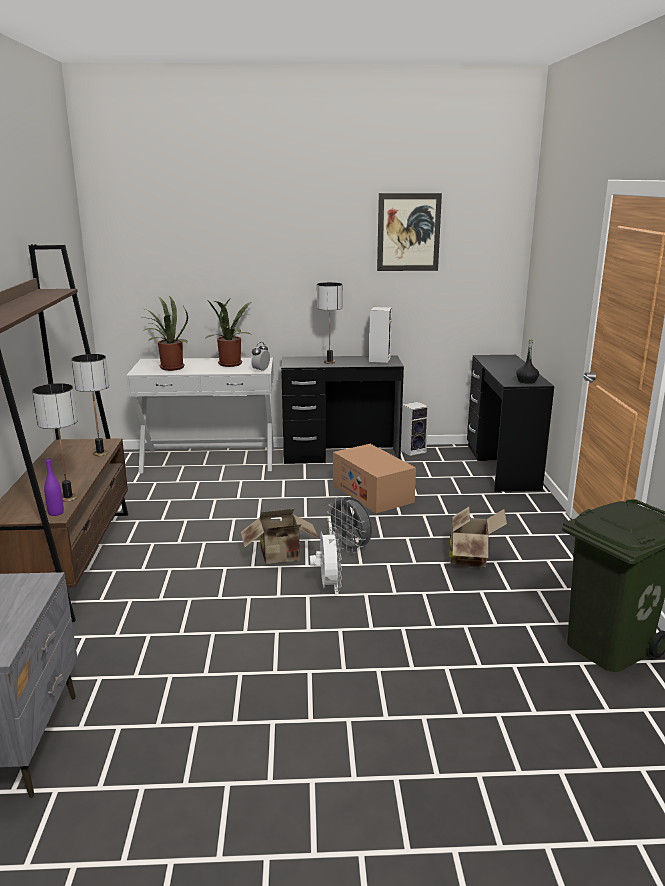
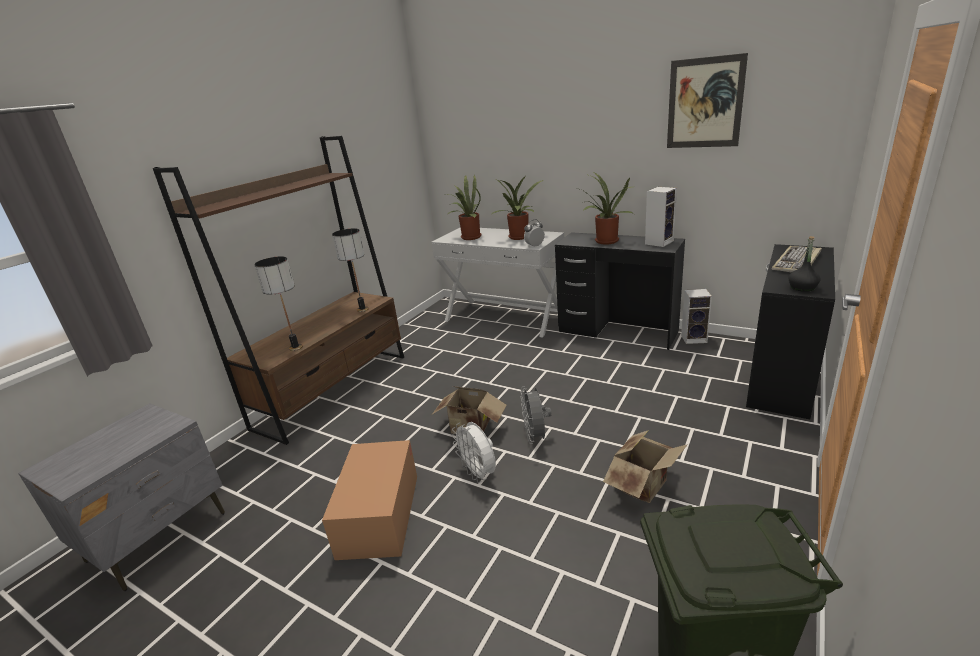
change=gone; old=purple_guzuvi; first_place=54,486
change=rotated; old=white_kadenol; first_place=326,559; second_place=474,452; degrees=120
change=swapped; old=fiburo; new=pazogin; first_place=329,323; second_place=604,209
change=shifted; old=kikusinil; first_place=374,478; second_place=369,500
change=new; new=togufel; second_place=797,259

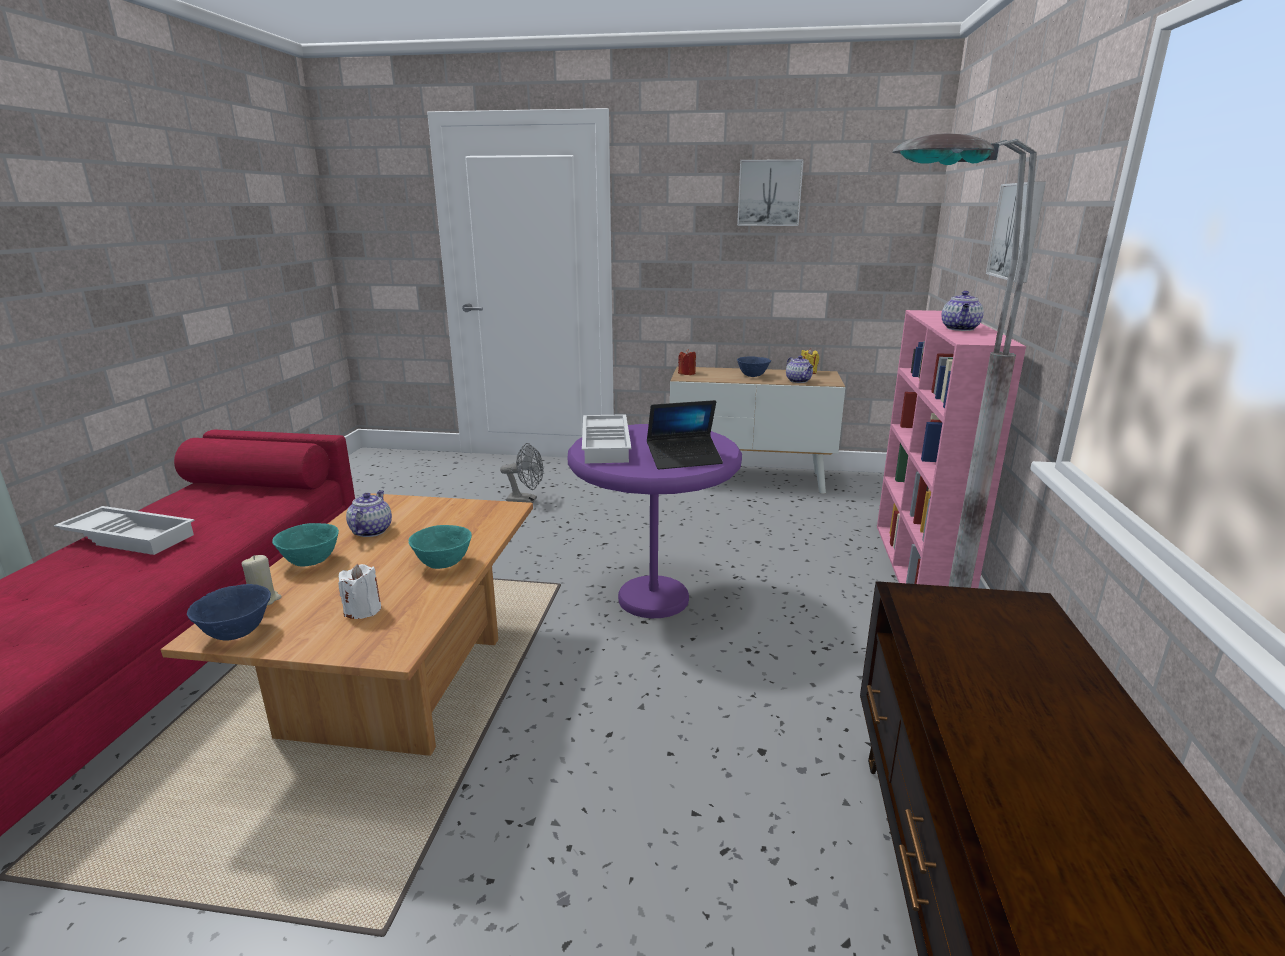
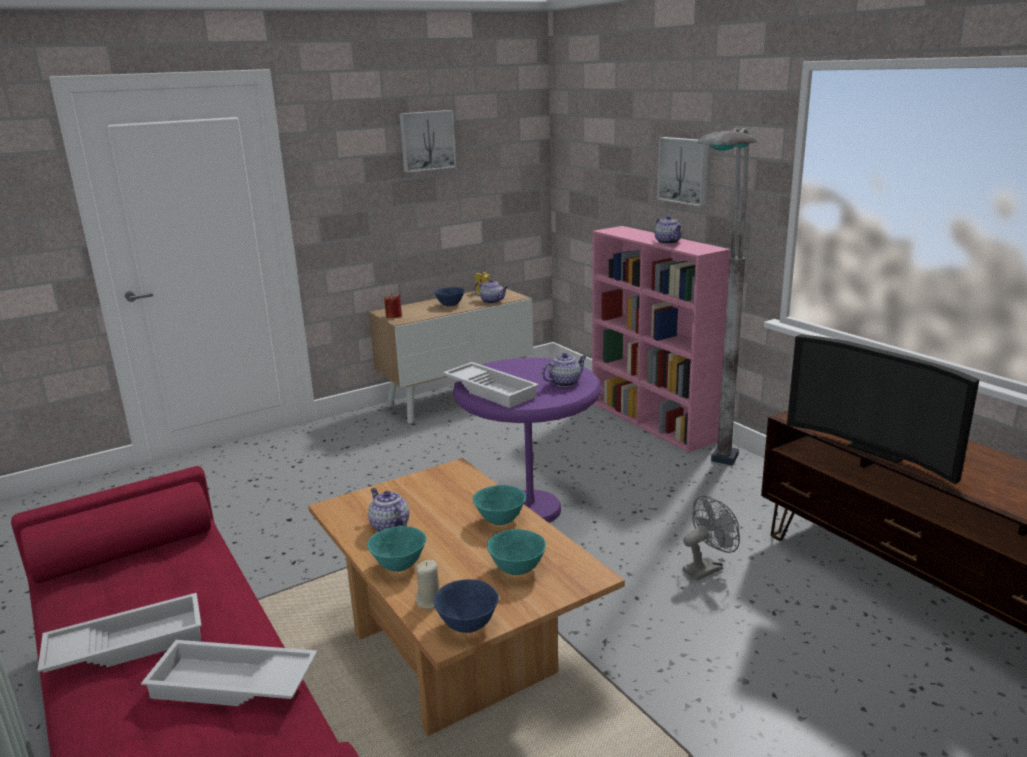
change=swapped; old=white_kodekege; new=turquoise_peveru; first_place=359,591; second_place=516,552
change=shifted; old=grey_kadenol; first_place=521,473; second_place=711,538
change=swapped; old=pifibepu; new=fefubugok; first_place=685,435; second_place=564,370
change=new; new=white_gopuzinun; second_place=229,673
change=new; new=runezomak; second_place=883,409

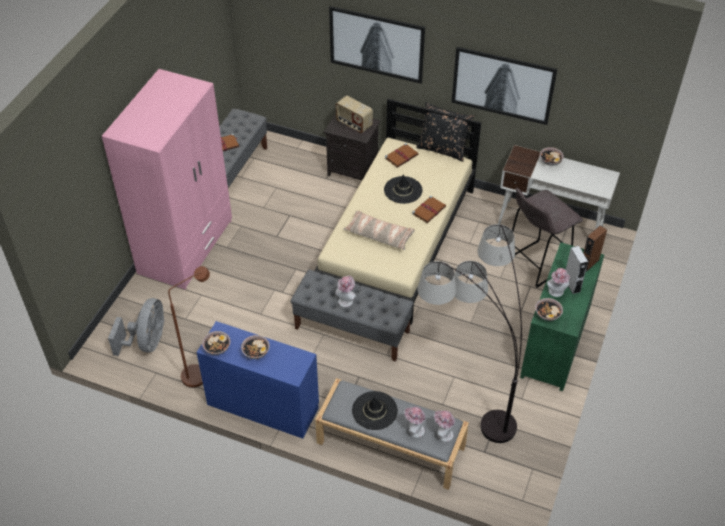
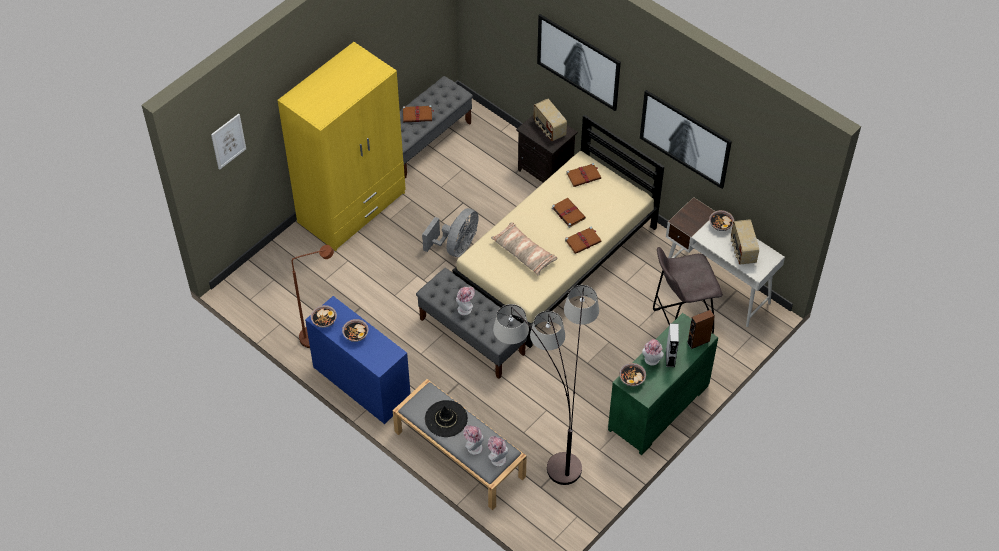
change=repainted; old=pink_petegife; new=yellow_petegife; first_place=167,179; second_place=341,146
change=shifted; old=grey_kadenol; first_place=136,327; second_place=450,232
change=swapped; old=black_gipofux; new=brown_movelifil; first_place=403,189; second_place=569,213
change=gone; old=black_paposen; first_place=445,132
change=new; new=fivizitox; second_place=228,142
change=new; new=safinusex; second_place=745,242

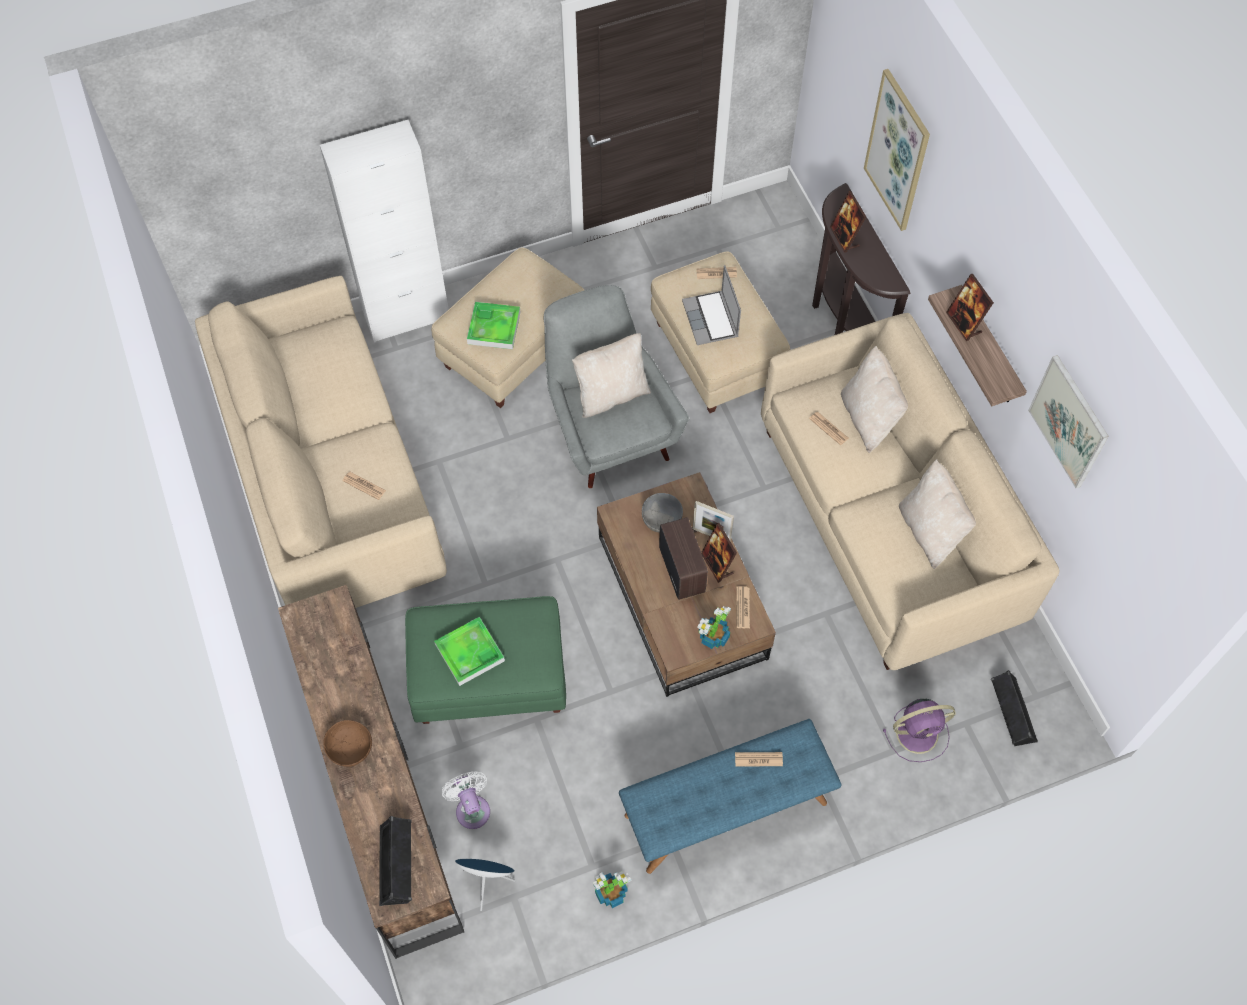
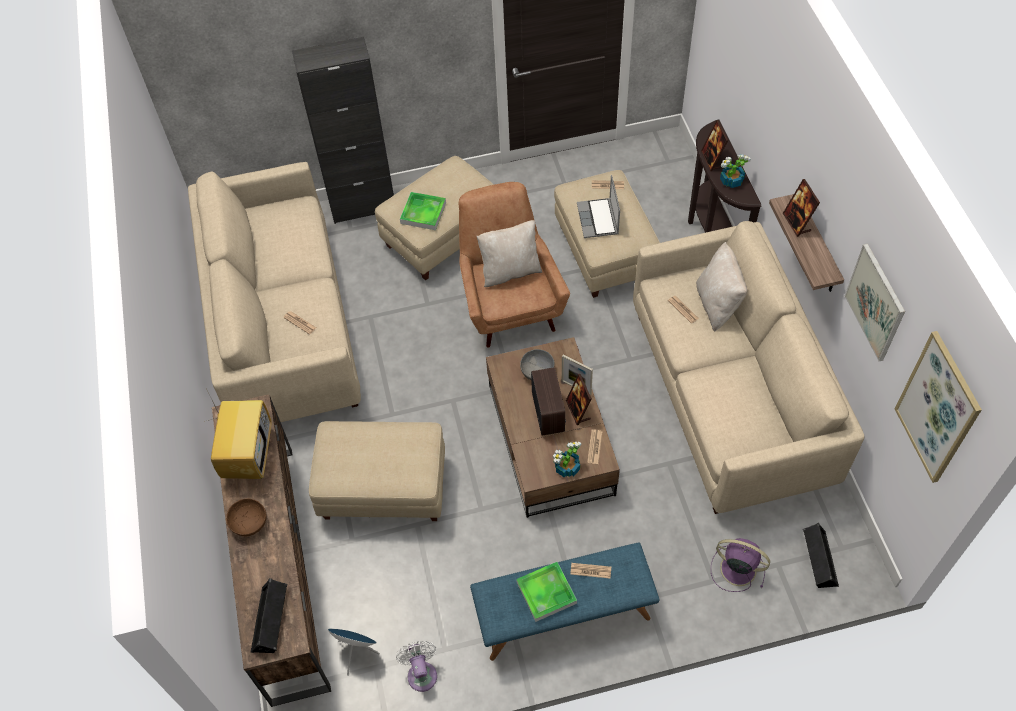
change=repainted; old=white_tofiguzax; new=black_tofiguzax; first_place=384,231; second_place=343,130
change=repainted; old=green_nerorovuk; new=beige_nerorovuk; first_place=485,660; second_place=377,471
change=shifted; old=gopuzinun; first_place=469,651; second_place=546,592
change=shifted; old=white_kadenol; first_place=466,800; second_place=416,666
change=repainted; old=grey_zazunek; new=brown_zazunek; first_place=616,386; second_place=514,265
change=shifted; old=pazogin; first_place=612,889; second_place=735,171
change=shifted; old=fivizitox; first_place=897,150; second_place=938,407
change=rotated; old=purple_kadenol; first_place=919,730; second_place=740,565; degrees=-150
change=gone; old=beige_paposen; first_place=937,514
change=new; new=runezomak; second_place=238,435

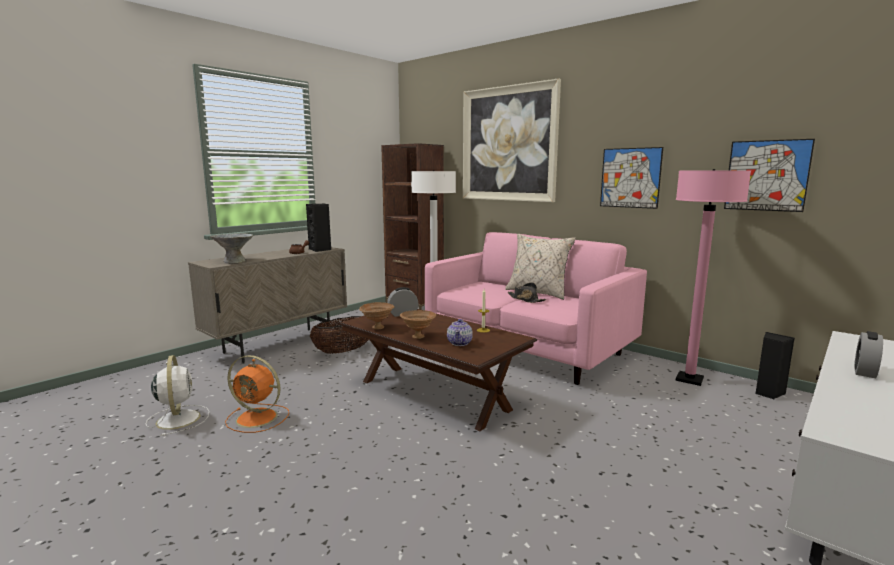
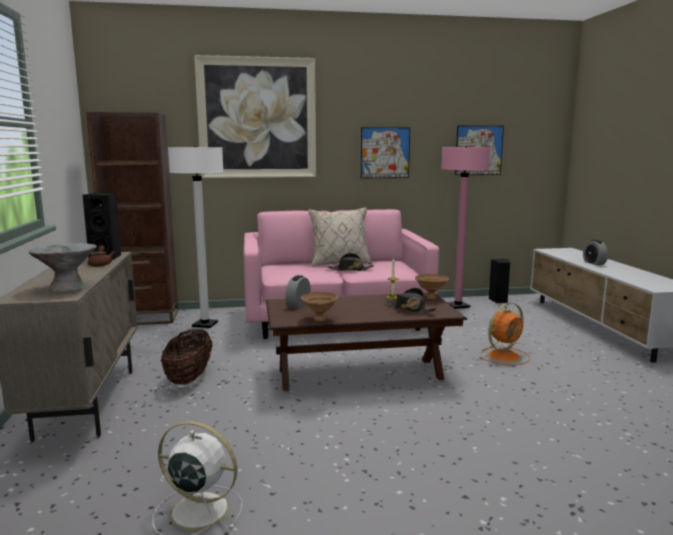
change=shifted; old=orange_kadenol; first_place=257,394; second_place=505,334
change=shifted; old=brown_peveru; first_place=418,324; second_place=432,286
change=swapped; old=fefubugok; new=black_gipofux; first_place=460,332; second_place=411,301

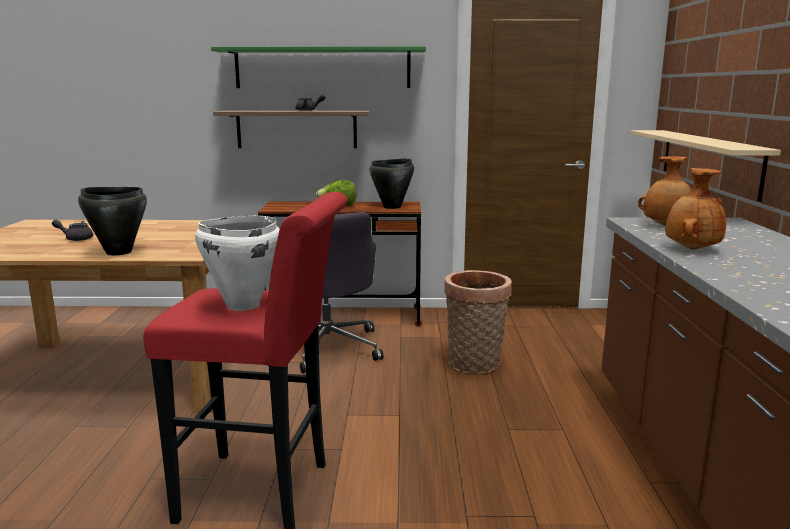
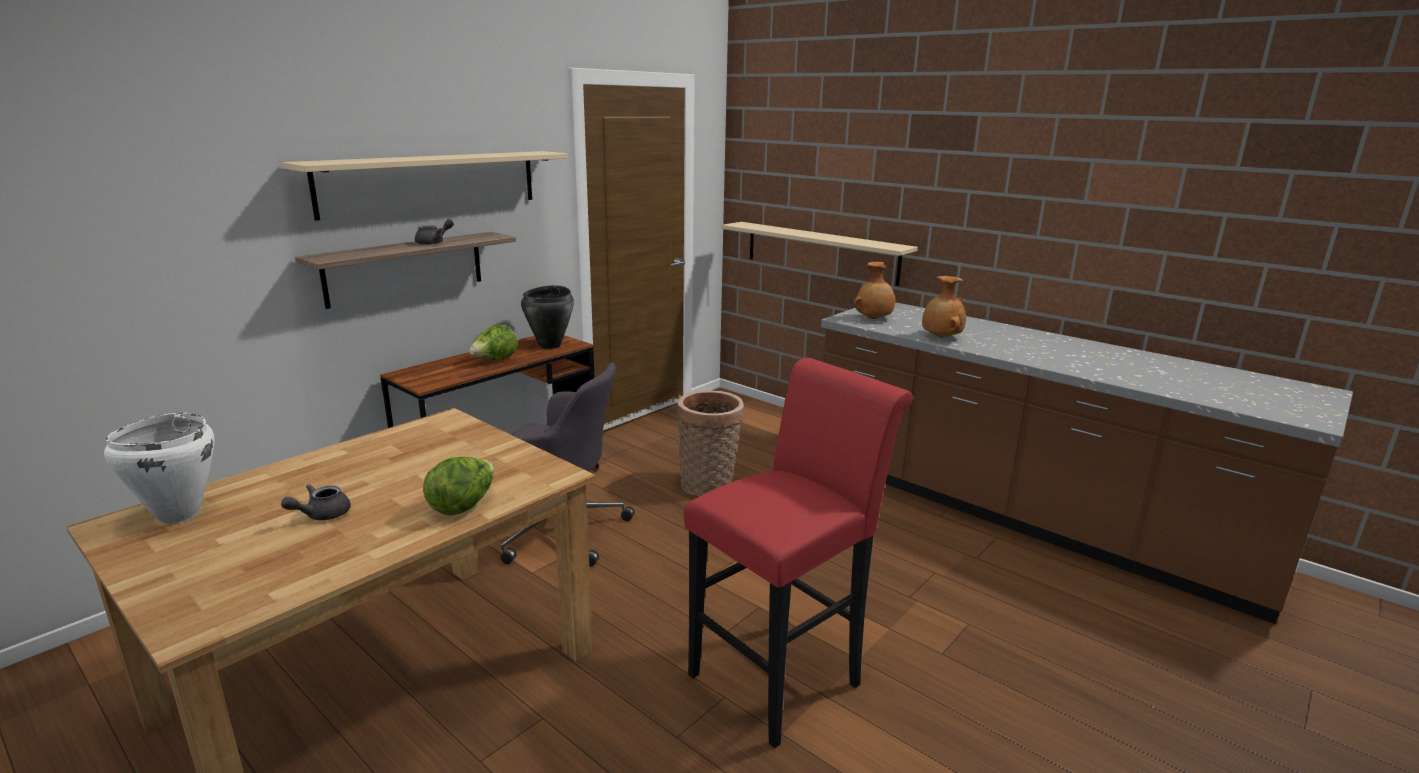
change=swapped; old=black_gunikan; new=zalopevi; first_place=112,221; second_place=458,486
change=shifted; old=white_gunikan; first_place=237,263; second_place=159,468
change=repainted; old=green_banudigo; new=beige_banudigo; first_place=318,67; second_place=425,186

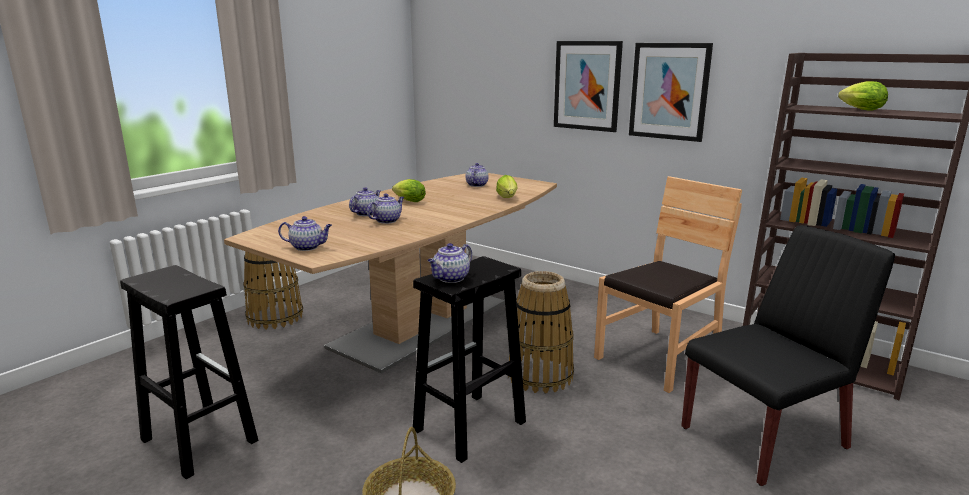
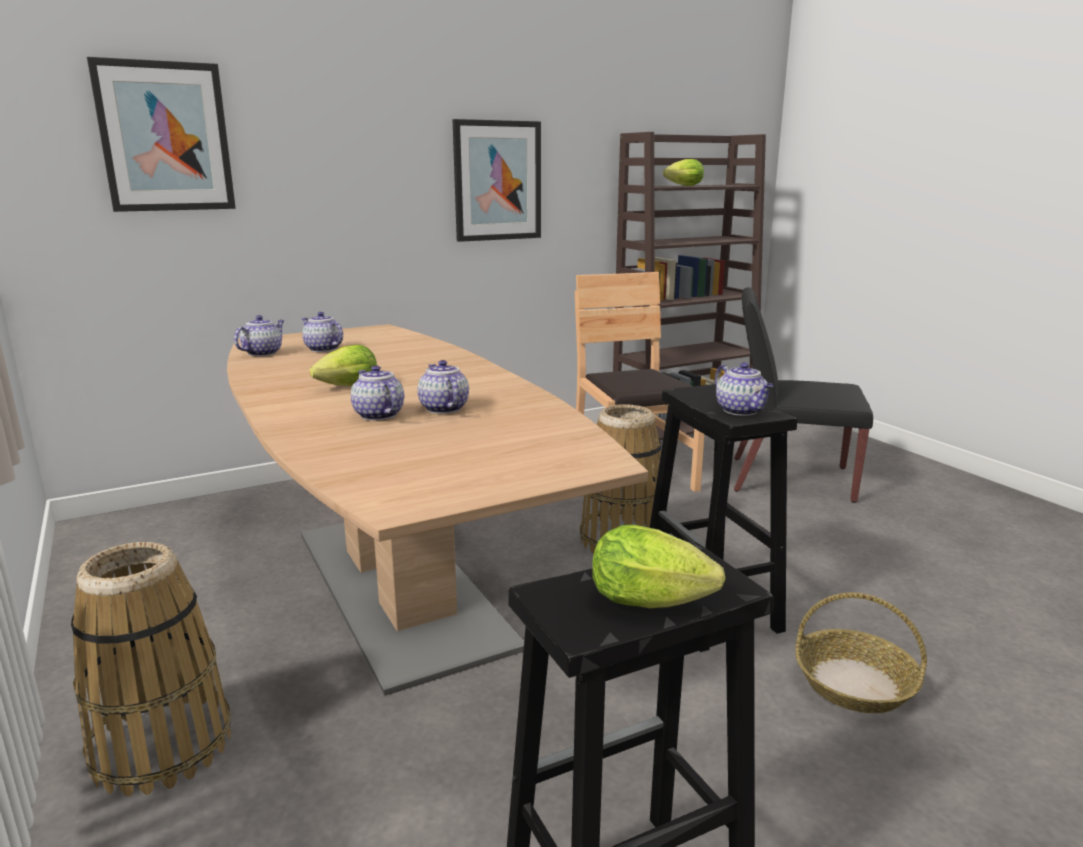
change=shifted; old=fefubugok; first_place=305,233; second_place=259,335
change=shifted; old=zalopevi; first_place=507,186; second_place=659,566
change=shifted; old=fivizitox; first_place=588,86; second_place=161,134
change=rotated; old=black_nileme; first_place=788,355; second_place=803,395; degrees=-75

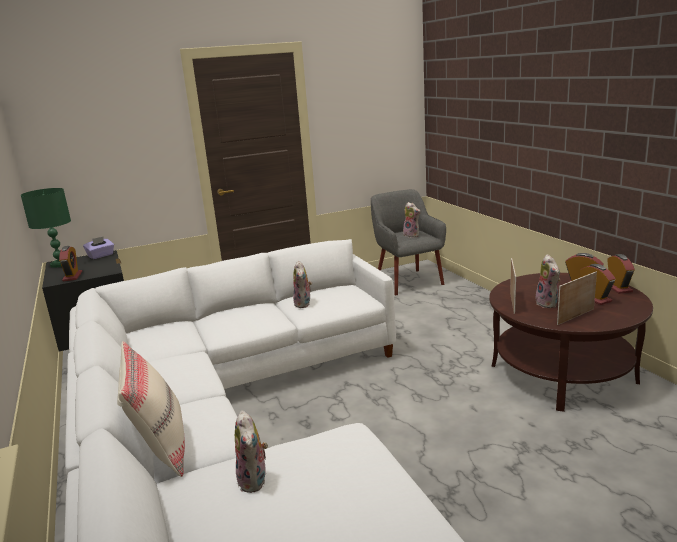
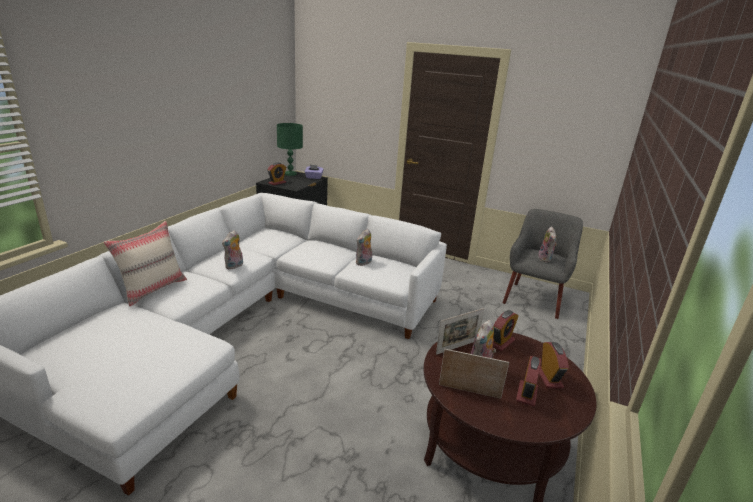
change=shifted; old=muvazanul; first_place=251,451; second_place=232,250
change=shifted; old=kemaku; first_place=621,274; second_place=506,330

